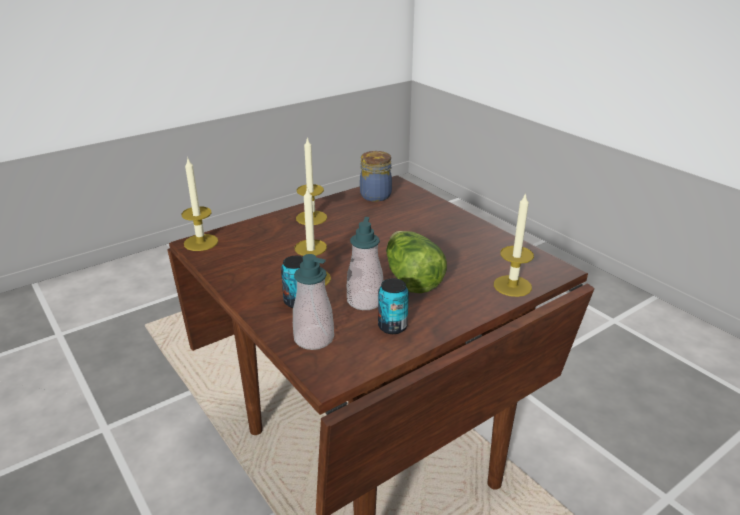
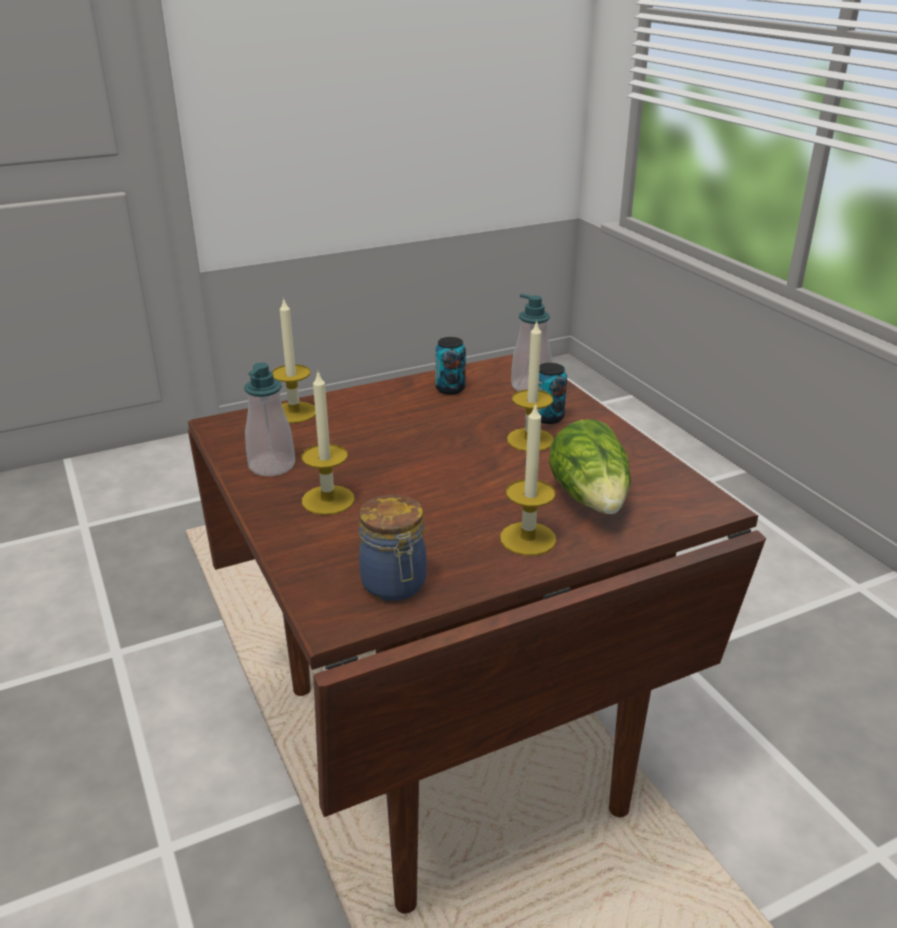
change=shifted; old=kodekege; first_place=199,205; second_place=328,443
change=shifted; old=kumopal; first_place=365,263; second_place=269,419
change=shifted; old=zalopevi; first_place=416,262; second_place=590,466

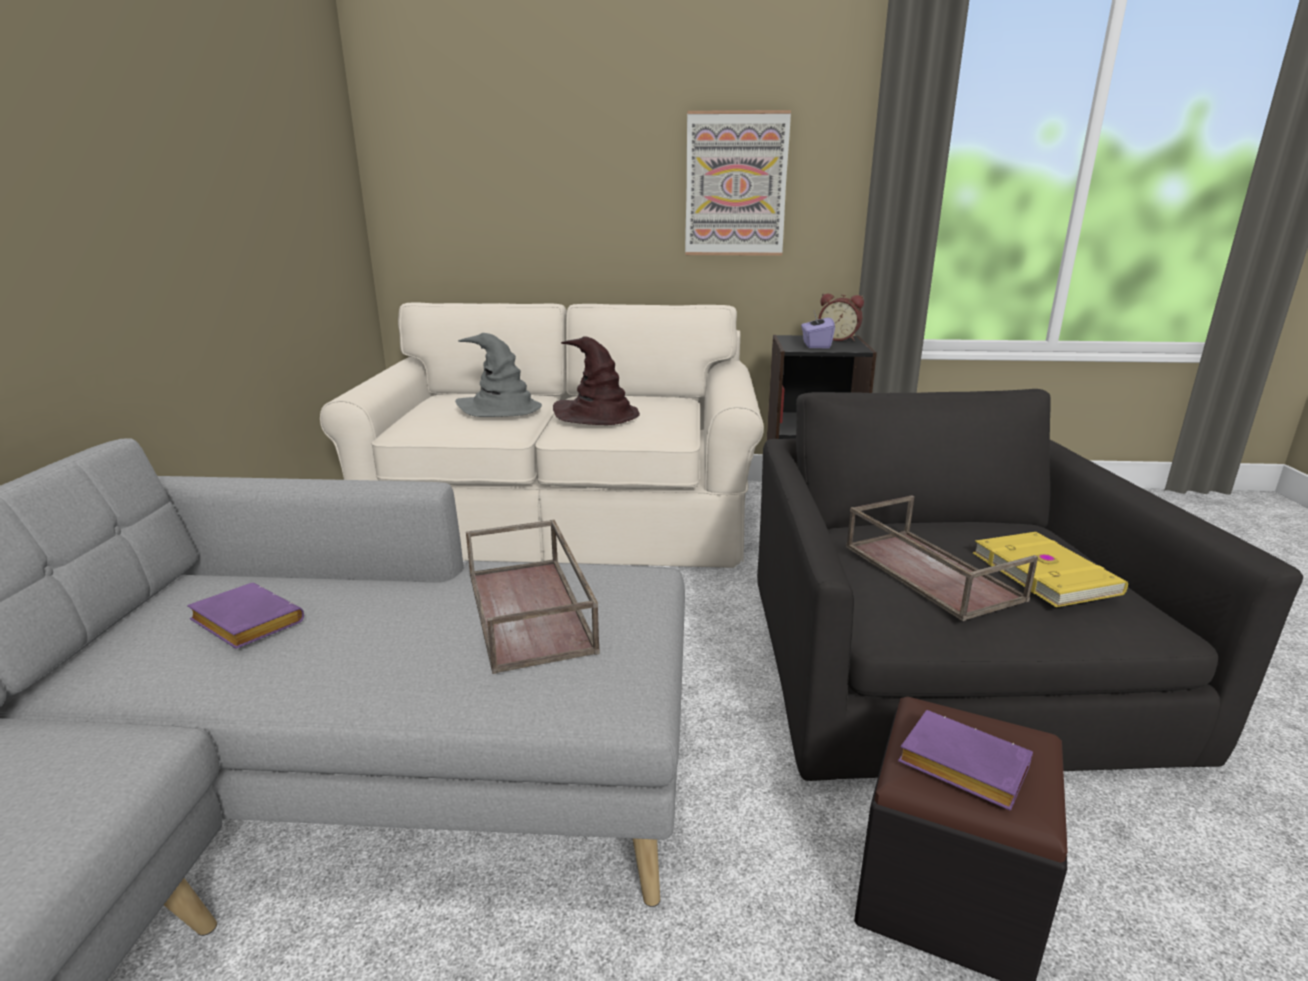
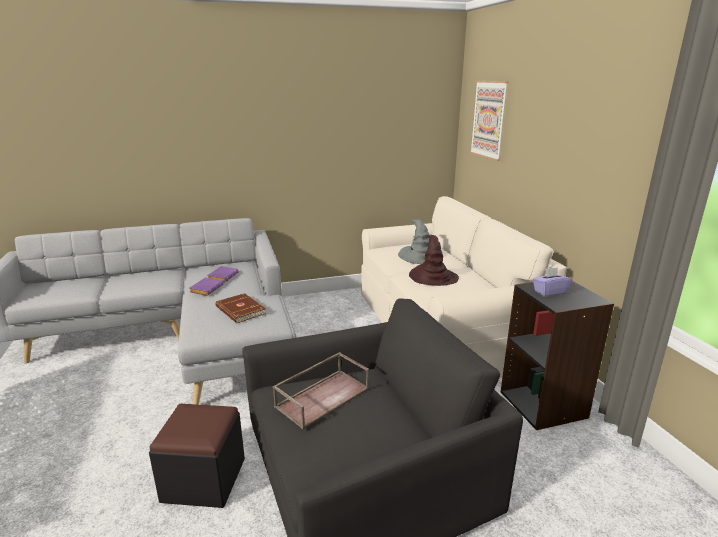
change=swapped; old=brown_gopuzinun; new=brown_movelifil; first_place=533,597; second_place=240,308
change=shifted; old=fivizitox; first_place=738,183; second_place=489,121
change=gone; old=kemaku; first_place=841,317
change=shifted; old=purple_movelifil; first_place=965,760; second_place=206,286
change=gone; old=yellow_movelifil; first_place=1050,569

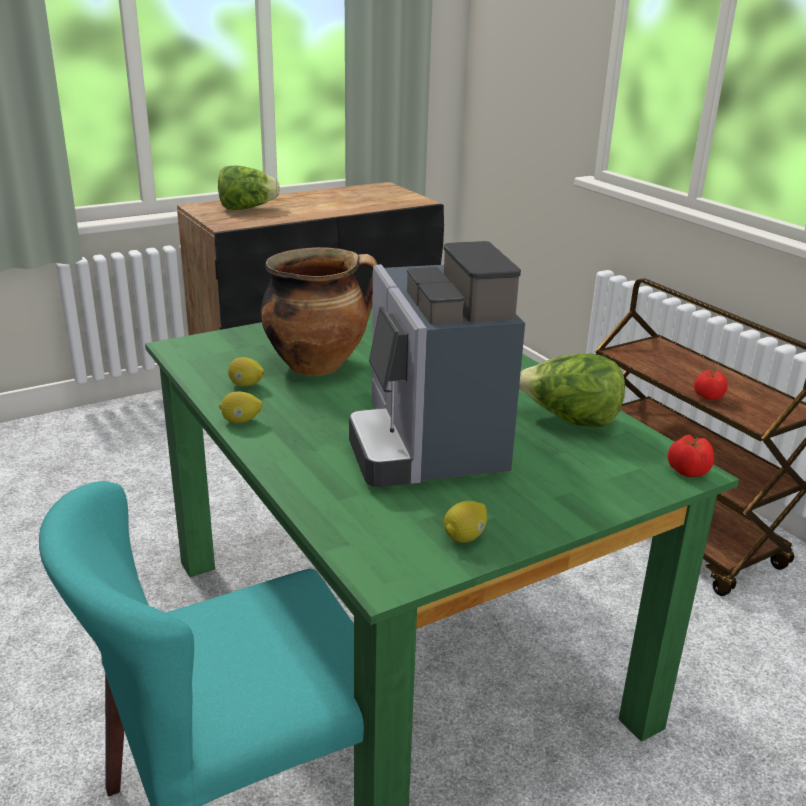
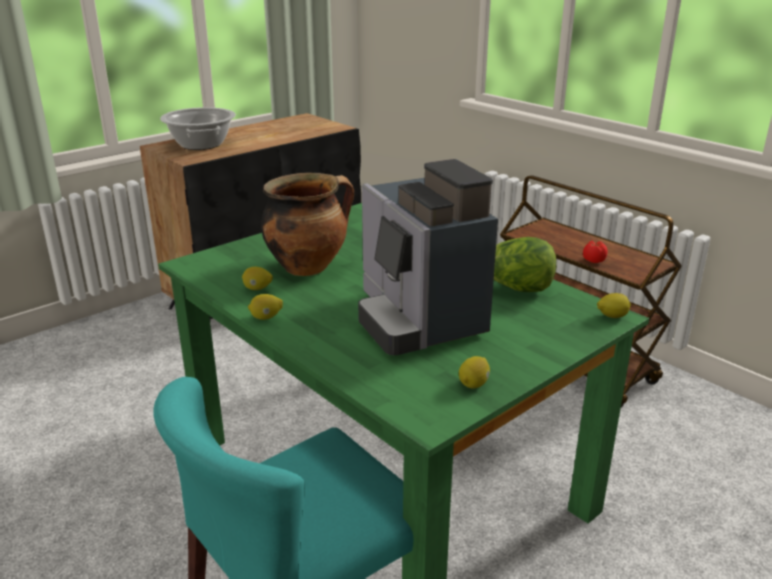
change=swapped; old=zalopevi; new=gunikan; first_place=249,188; second_place=198,128
change=swapped; old=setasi; new=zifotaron; first_place=691,455; second_place=614,305

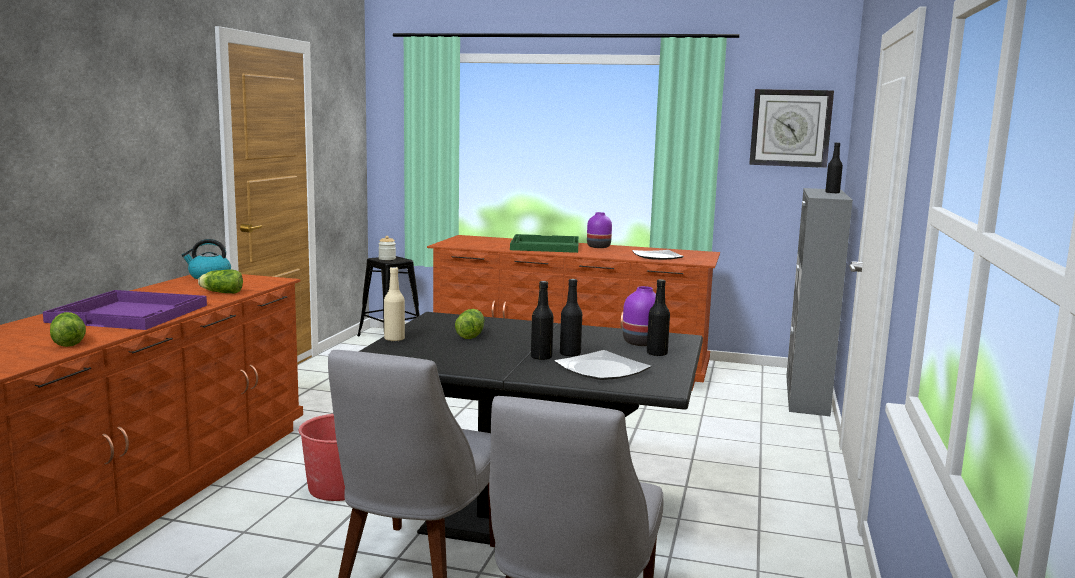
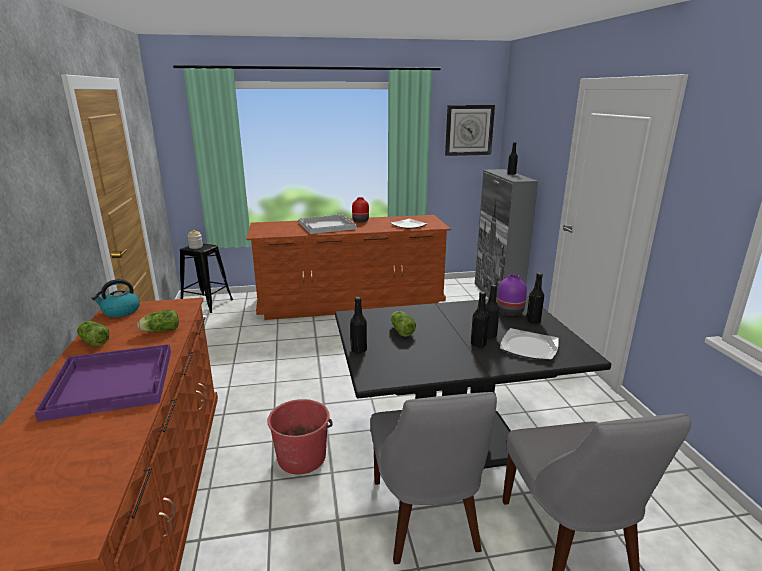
change=shifted; old=zalopevi; first_place=68,329; second_place=93,333
change=repainted; old=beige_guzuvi; new=black_guzuvi; first_place=394,304; second_place=358,325
change=repainted; old=green_gopuzinun; new=white_gopuzinun; first_place=544,243; second_place=328,224
change=repainted; old=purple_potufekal; new=red_potufekal; first_place=599,230; second_place=360,210

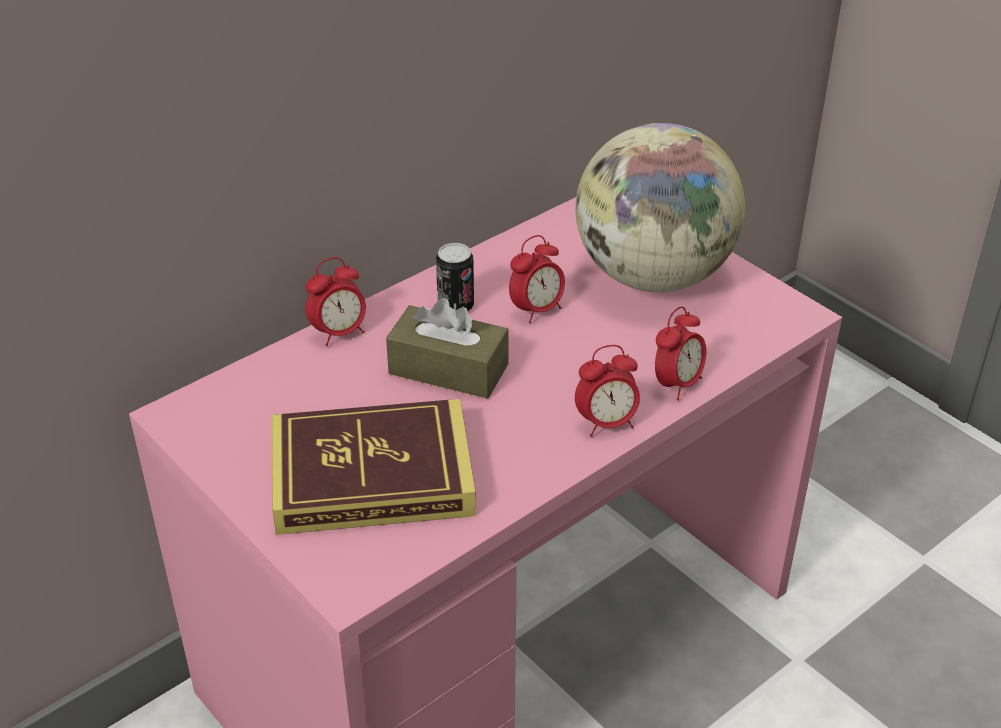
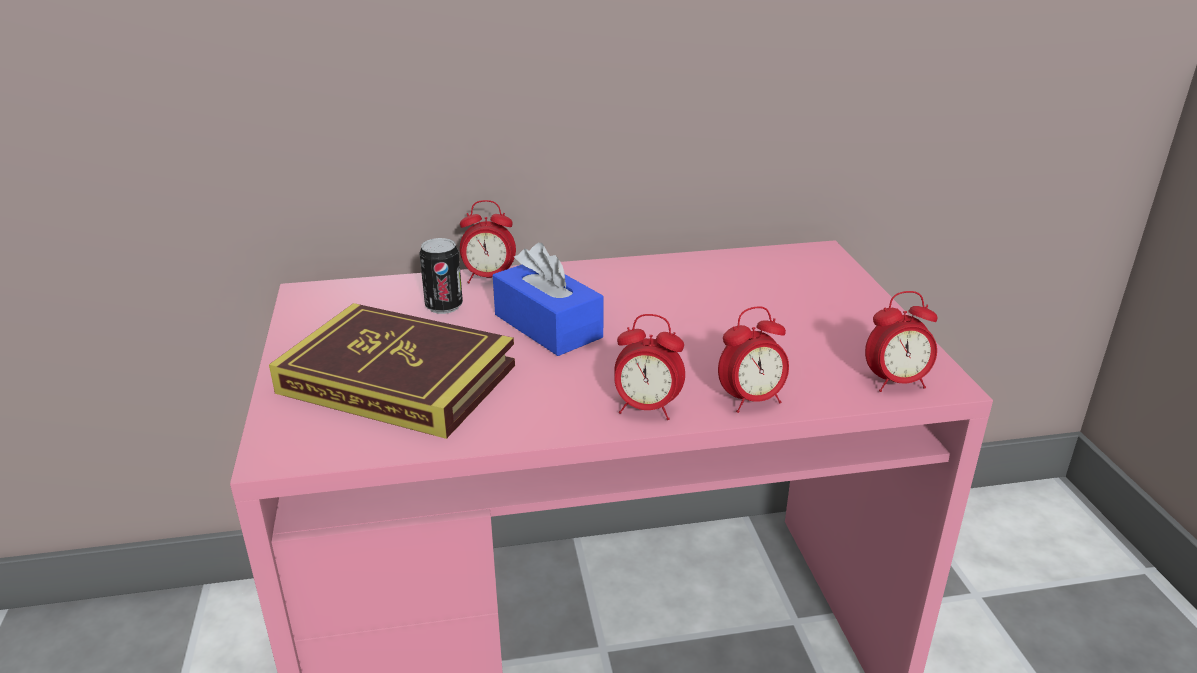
change=repainted; old=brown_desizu; new=blue_desizu; first_place=447,348; second_place=548,299
change=shifted; old=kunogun; first_place=455,277; second_place=441,276
change=shifted; old=kemaku; first_place=537,279; second_place=901,341
change=gone; old=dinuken; first_place=660,207

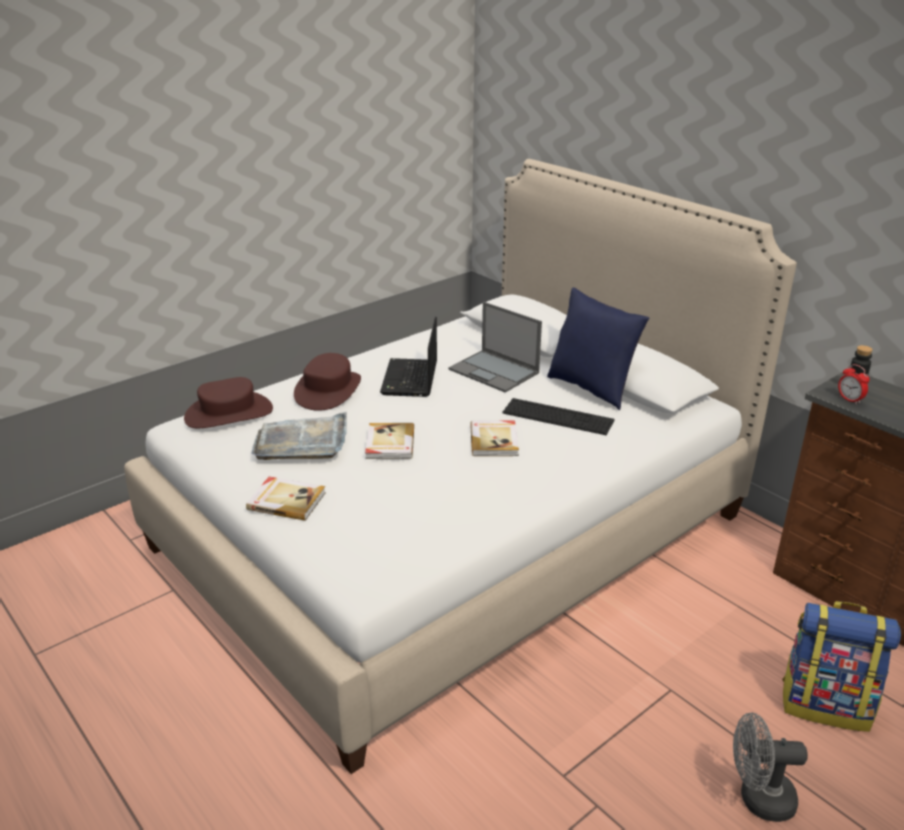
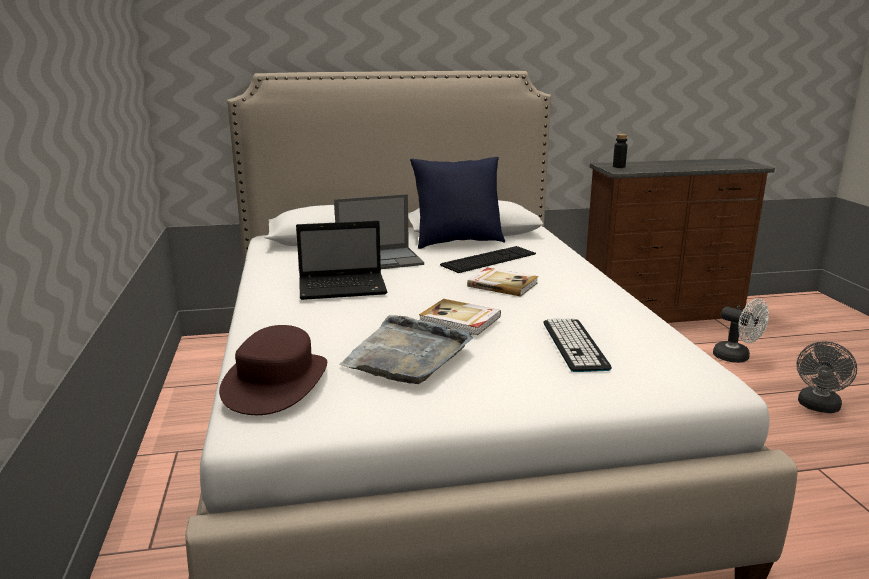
change=gone; old=movelifil; first_place=286,499
change=gone; old=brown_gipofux; first_place=327,382
change=rotated; old=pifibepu; first_place=408,357; second_place=341,260; degrees=-45
change=swapped; old=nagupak; new=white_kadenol; first_place=841,666; second_place=741,331
change=gone; old=kemaku; first_place=854,384
change=new; new=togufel; second_place=578,345

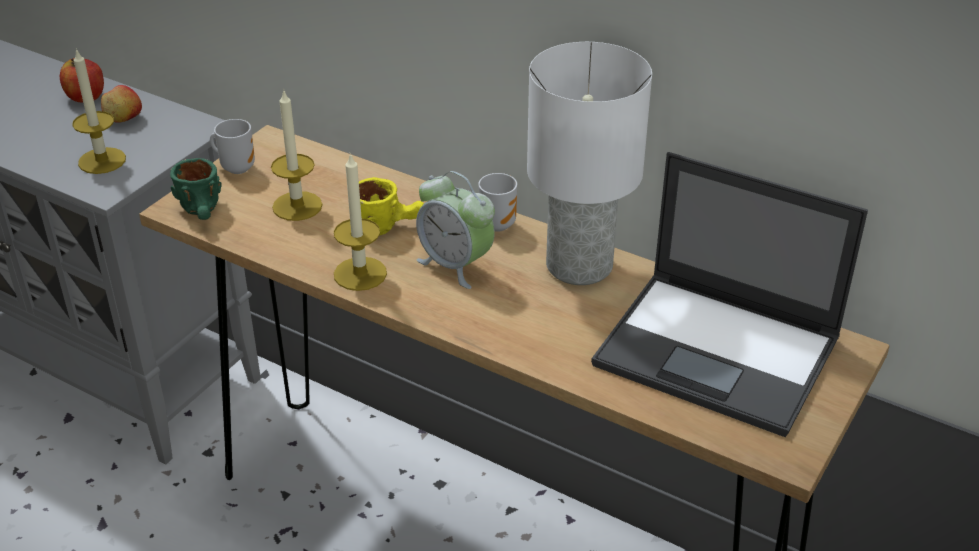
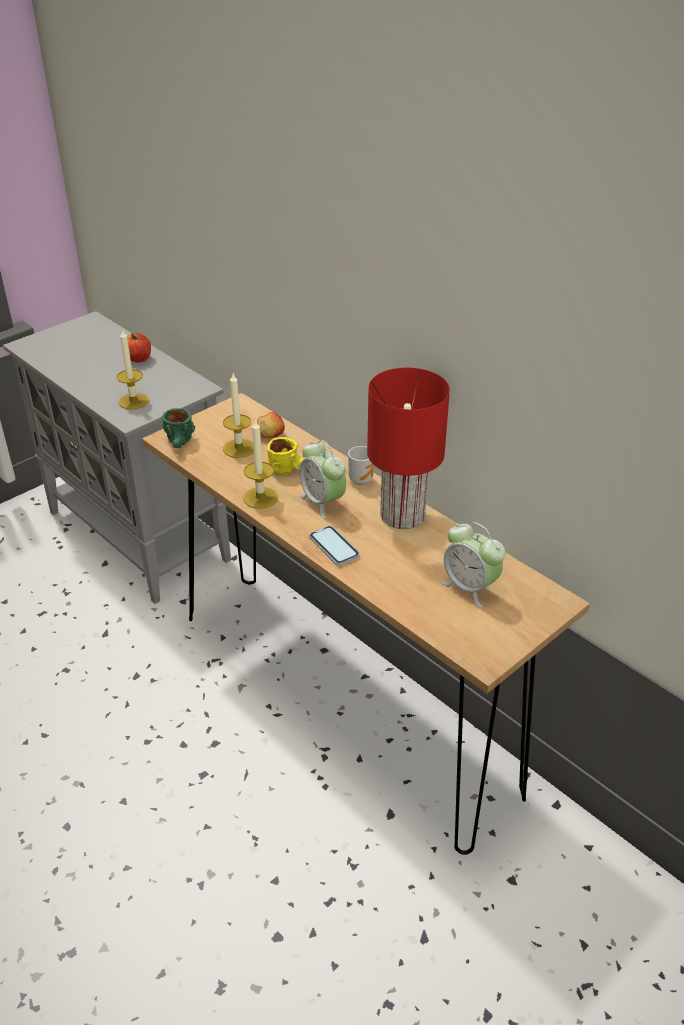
change=shifted; old=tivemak; first_place=121,104; second_place=271,425
change=gone; old=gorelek; first_place=232,146
change=repainted; old=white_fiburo; new=red_fiburo; first_place=589,163; second_place=408,448
change=swapped; old=pifibepu; new=kemaku; first_place=729,294; second_place=473,565
change=new; new=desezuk; second_place=334,546

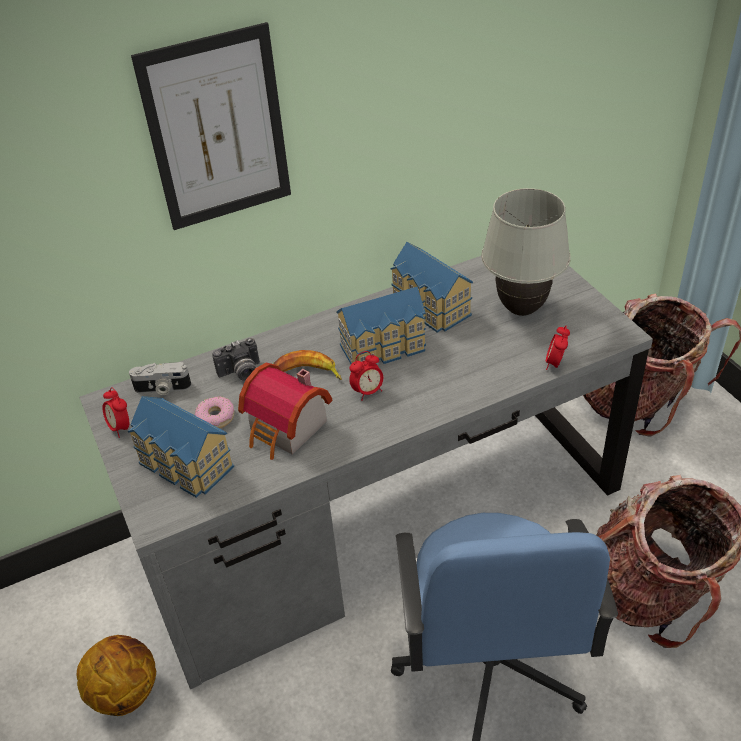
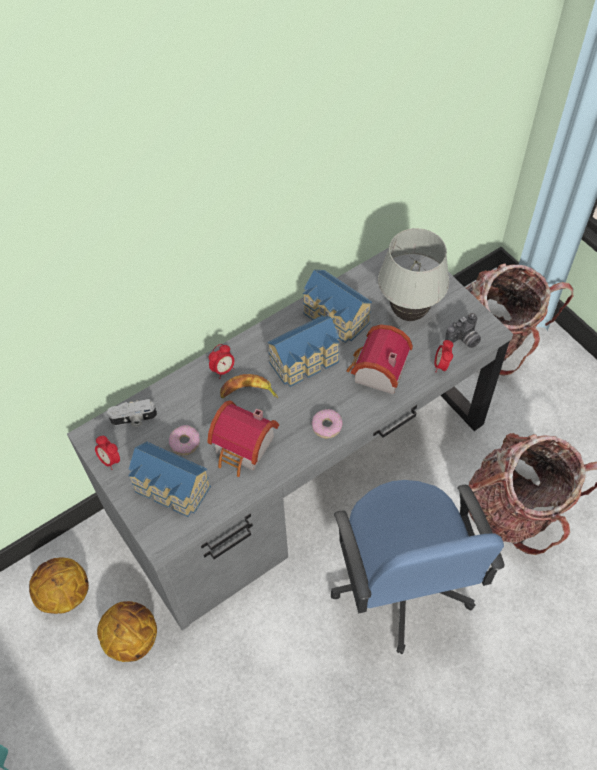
change=gone; old=fivizitox; first_place=211,126
change=shifted; old=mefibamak; first_place=236,359; second_place=463,330
change=shifted; old=kemaku; first_place=366,376; second_place=221,361
change=new; new=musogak; second_place=59,585
change=new; new=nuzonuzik; second_place=327,424
change=new; new=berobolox; second_place=380,359

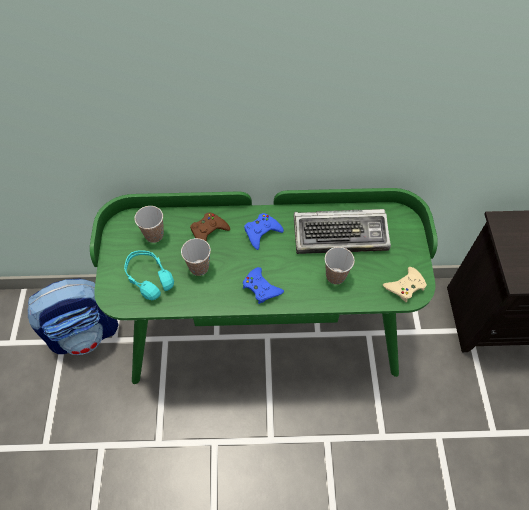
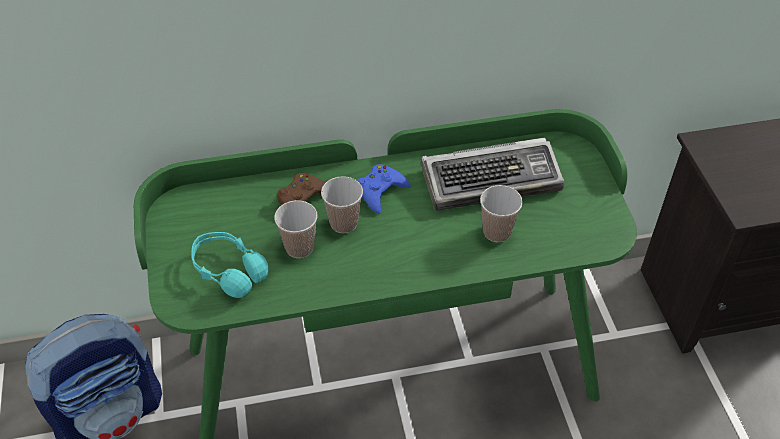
change=shifted; old=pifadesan; first_place=149,224; second_place=342,204
change=gone; old=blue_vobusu; first_place=263,285
change=gone; old=beige_vobusu; first_place=405,284

